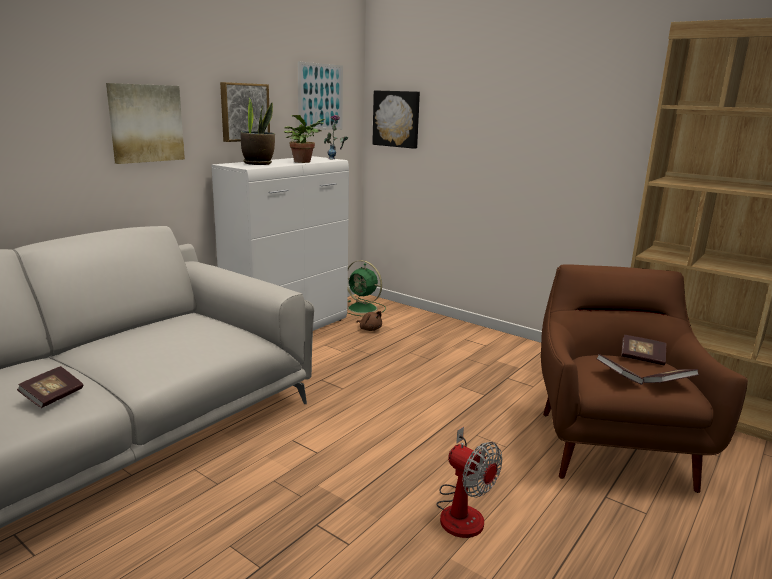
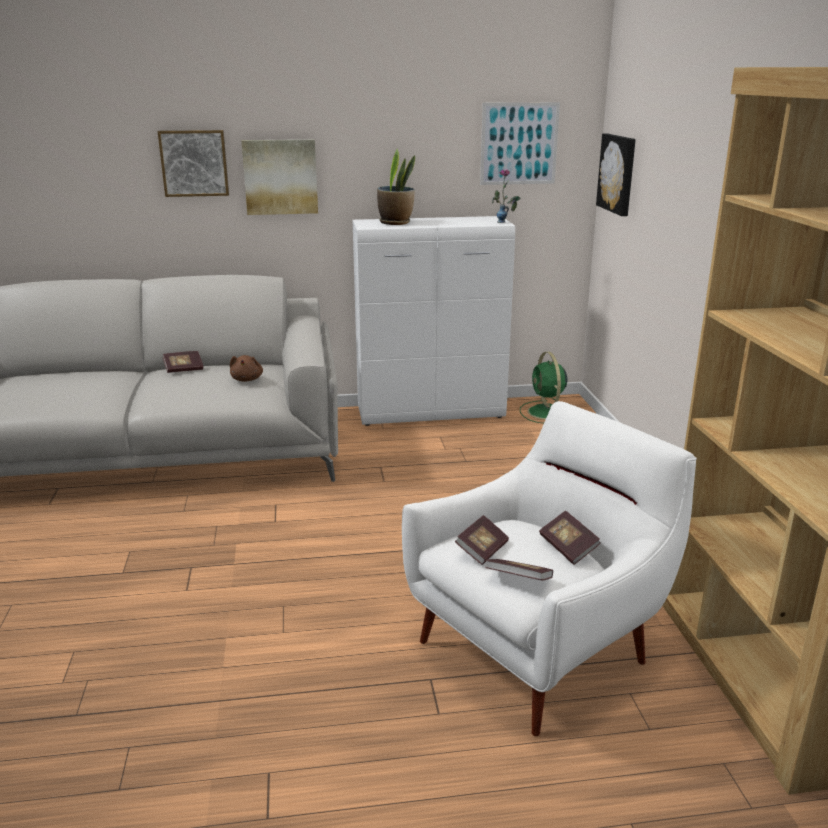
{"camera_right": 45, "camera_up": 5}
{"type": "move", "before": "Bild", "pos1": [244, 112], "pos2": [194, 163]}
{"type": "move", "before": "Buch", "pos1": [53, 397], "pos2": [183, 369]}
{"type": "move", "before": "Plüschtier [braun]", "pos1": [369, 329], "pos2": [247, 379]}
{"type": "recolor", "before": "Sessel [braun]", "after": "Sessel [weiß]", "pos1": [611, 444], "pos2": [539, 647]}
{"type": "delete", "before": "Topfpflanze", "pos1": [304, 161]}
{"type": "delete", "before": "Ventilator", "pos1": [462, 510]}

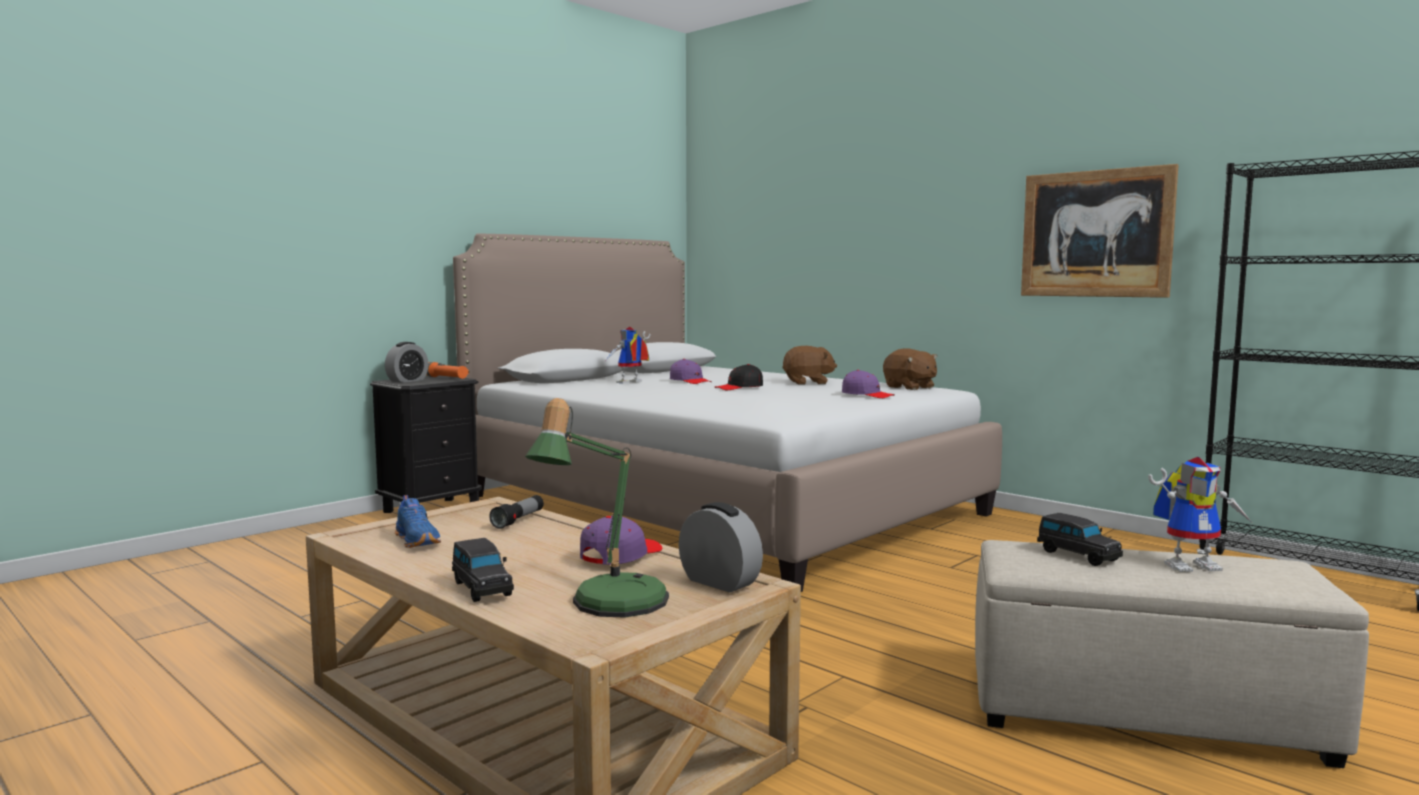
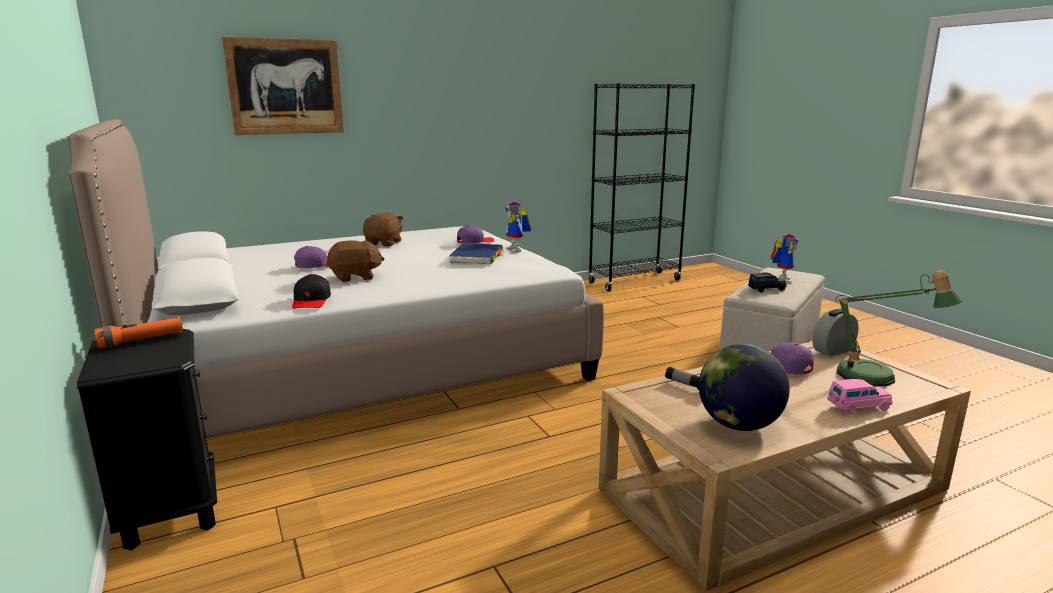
{"camera_right": -70, "camera_up": 10}
{"type": "move", "before": "Bild", "pos1": [1095, 234], "pos2": [285, 87]}
{"type": "move", "before": "Kappe [schwarz]", "pos1": [739, 388], "pos2": [311, 301]}
{"type": "move", "before": "Plüschtier [braun]", "pos1": [909, 387], "pos2": [355, 277]}
{"type": "insert", "after": "Buch [blau]", "pos2": [477, 257]}
{"type": "move", "before": "Spielzeugroboter", "pos1": [629, 383], "pos2": [517, 250]}
{"type": "replace", "before": "Schuh [blau]", "after": "Globus", "pos1": [418, 541], "pos2": [738, 425]}
{"type": "recolor", "before": "Spielzeugauto [schwarz]", "after": "Spielzeugauto [rosa]", "pos1": [482, 588], "pos2": [857, 407]}
{"type": "delete", "before": "Wecker", "pos1": [407, 380]}

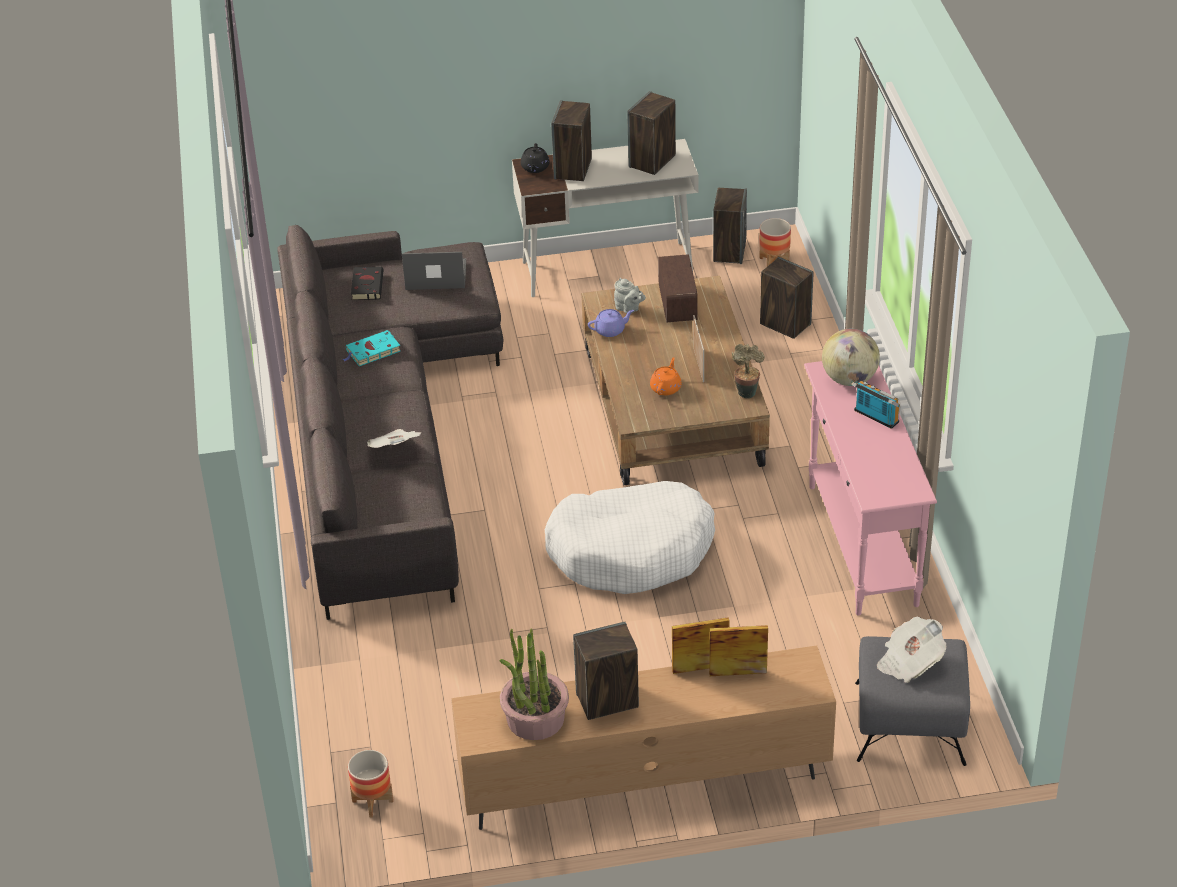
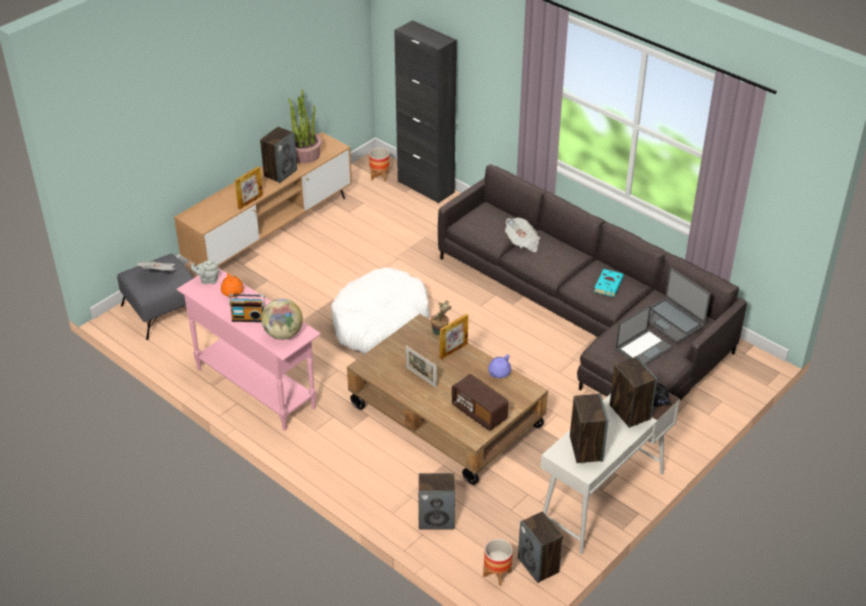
{"camera_right": 140, "camera_up": 0}
{"type": "move", "before": "Teekanne [grau]", "pos1": [628, 309], "pos2": [208, 280]}
{"type": "move", "before": "Teekanne [orange]", "pos1": [666, 388], "pos2": [232, 292]}
{"type": "insert", "after": "Schrank [schwarz]", "pos2": [425, 187]}
{"type": "move", "before": "Topfpflanze", "pos1": [746, 391], "pos2": [440, 333]}
{"type": "move", "before": "Bilderrahmen", "pos1": [738, 673], "pos2": [453, 350]}
{"type": "replace", "before": "Buch [schwarz]", "after": "Laptop", "pos1": [367, 285], "pos2": [671, 321]}

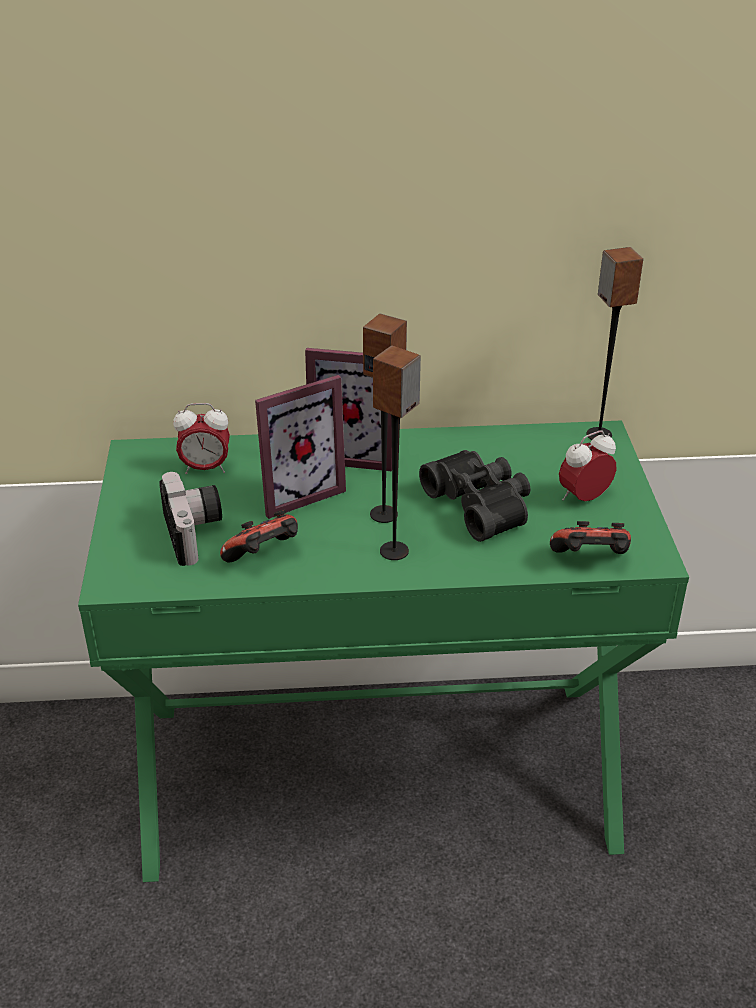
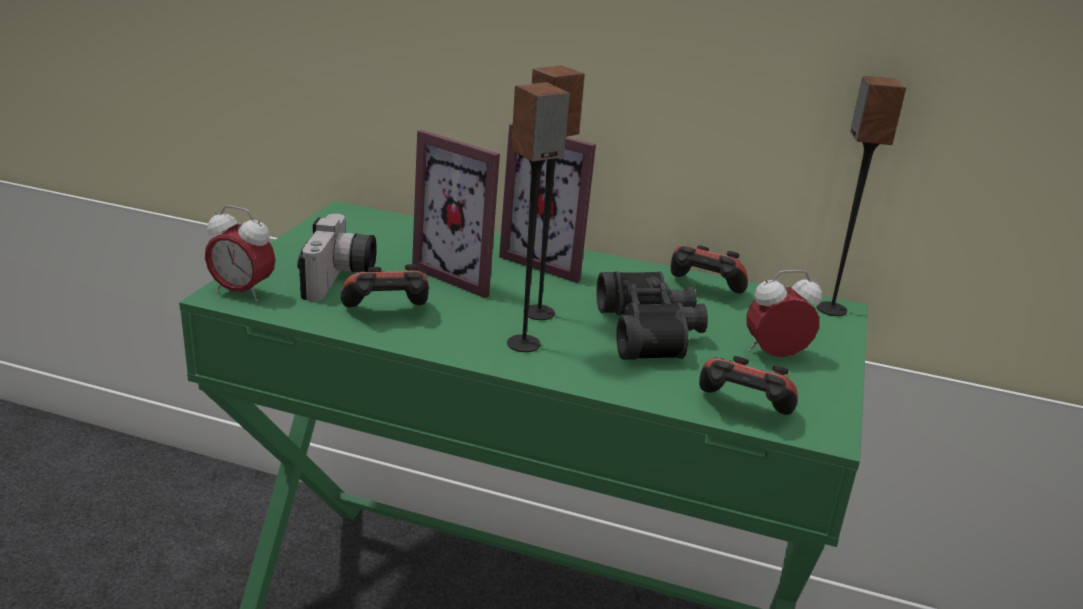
{"camera_right": 20, "camera_up": -10}
{"type": "move", "before": "Wecker", "pos1": [205, 468], "pos2": [242, 292]}
{"type": "rotate", "before": "Bilderrahmen", "pos1": [295, 492], "pos2": [465, 274], "turn": 45}
{"type": "insert", "after": "Gamepad", "pos2": [703, 291]}

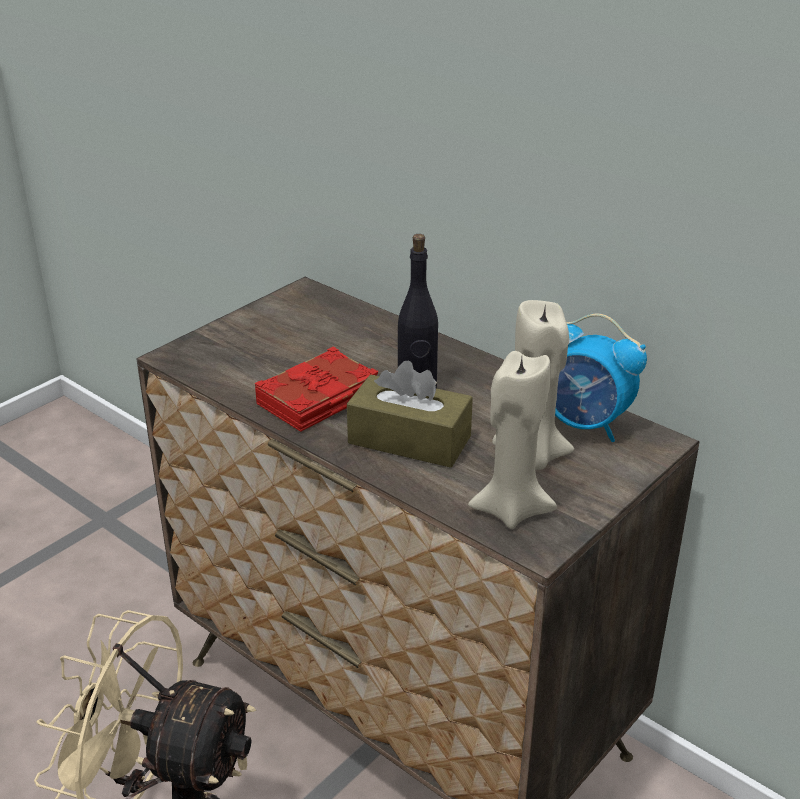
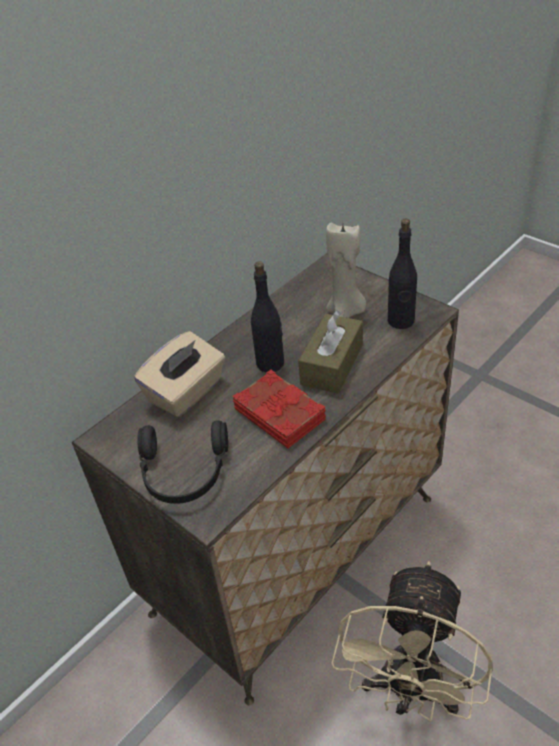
{"camera_right": -85, "camera_up": 10}
{"type": "insert", "after": "Taschentuchbox [beige]", "pos2": [186, 392]}
{"type": "insert", "after": "Kopfhörer [schwarz]", "pos2": [184, 473]}
{"type": "replace", "before": "Kerze [beige]", "after": "Flasche [schwarz]", "pos1": [511, 509], "pos2": [401, 321]}
{"type": "delete", "before": "Wecker", "pos1": [585, 425]}

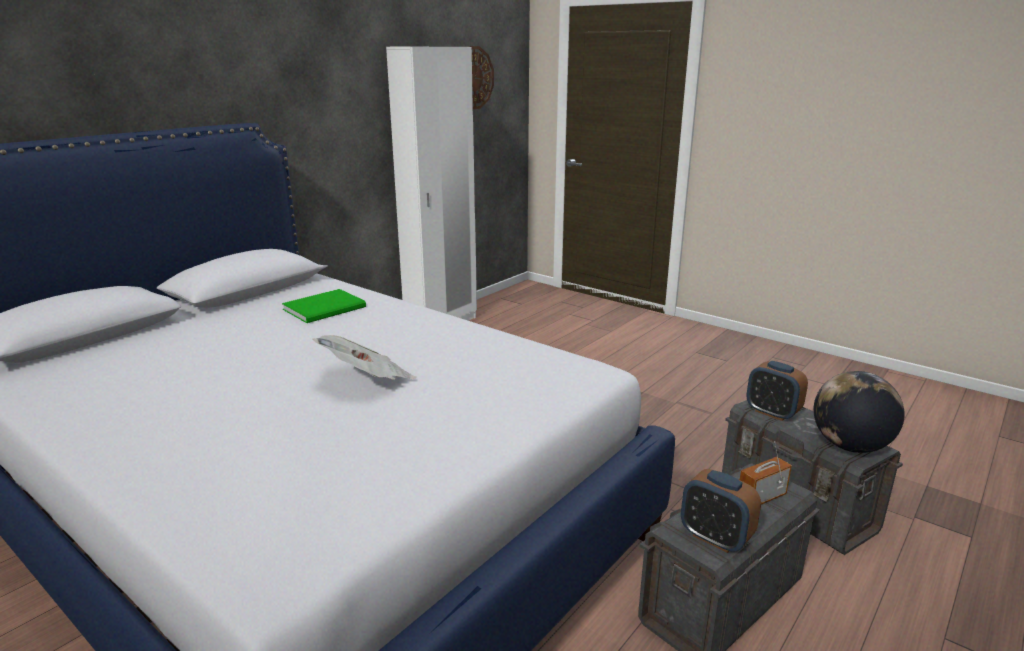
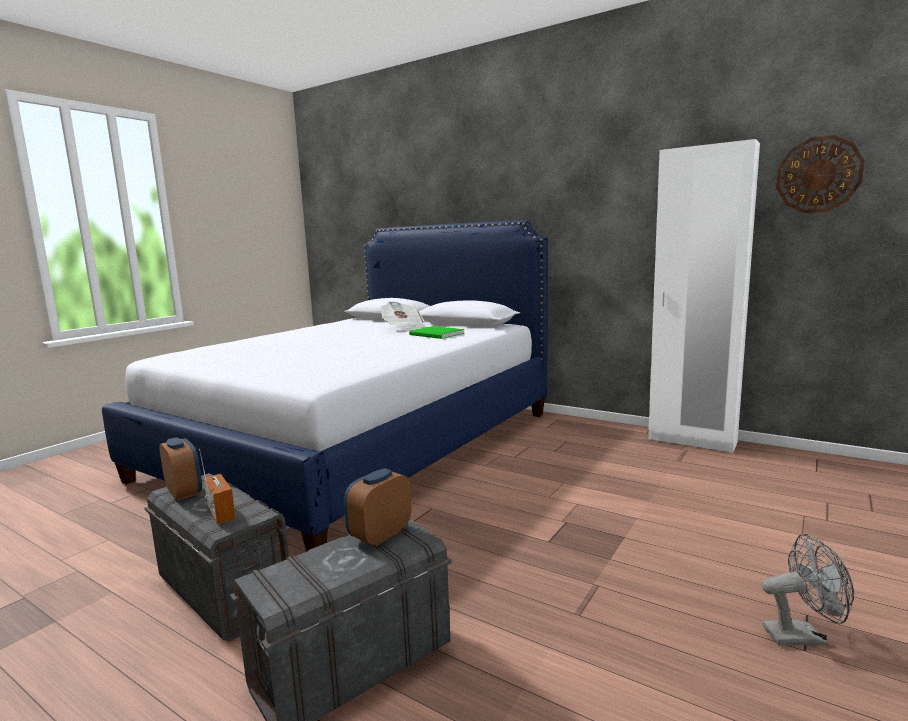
{"camera_right": 85, "camera_up": -10}
{"type": "rotate", "before": "Wecker", "pos1": [715, 538], "pos2": [184, 492], "turn": 105}
{"type": "move", "before": "Zeitung", "pos1": [368, 381], "pos2": [403, 328]}
{"type": "insert", "after": "Ventilator [grau]", "pos2": [802, 635]}
{"type": "delete", "before": "Globus", "pos1": [849, 446]}

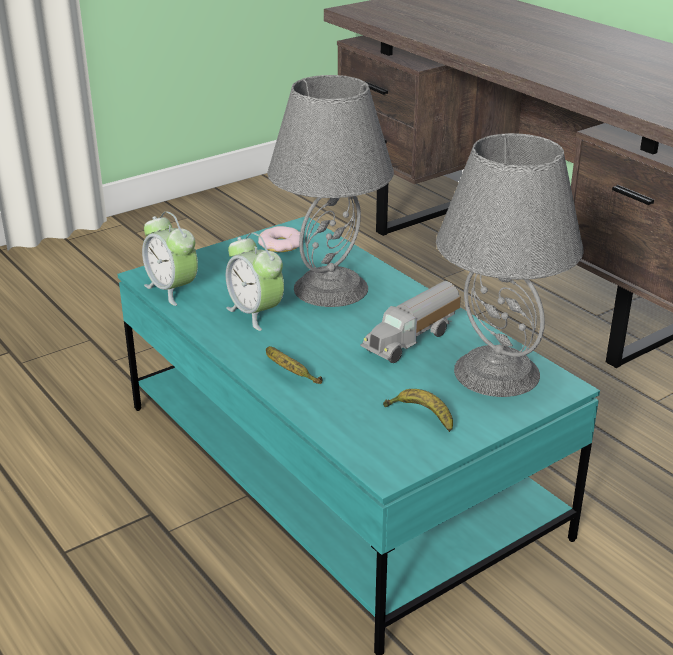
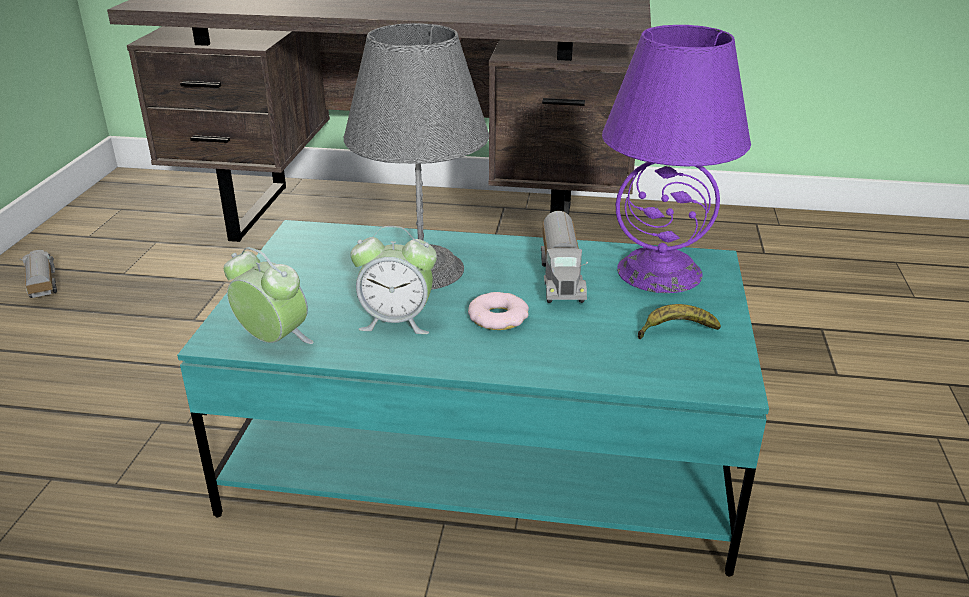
{"camera_right": -45, "camera_up": 0}
{"type": "insert", "after": "Spielzeuglaster", "pos2": [42, 286]}
{"type": "rotate", "before": "Wecker", "pos1": [172, 290], "pos2": [273, 340], "turn": -150}
{"type": "move", "before": "Donut", "pos1": [281, 244], "pos2": [498, 317]}
{"type": "recolor", "before": "Tischlampe [grau]", "after": "Tischlampe [lila]", "pos1": [495, 372], "pos2": [658, 272]}
{"type": "delete", "before": "Banane", "pos1": [289, 373]}

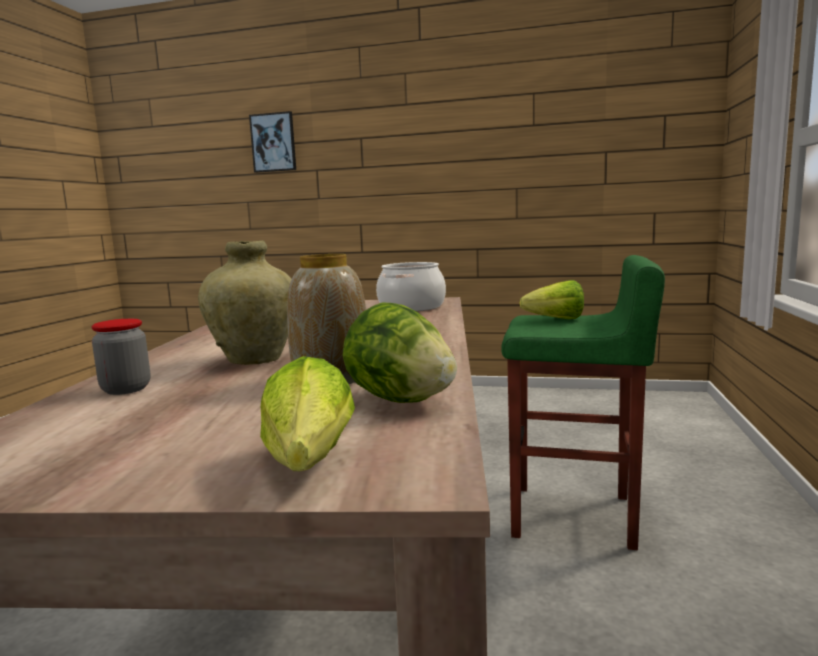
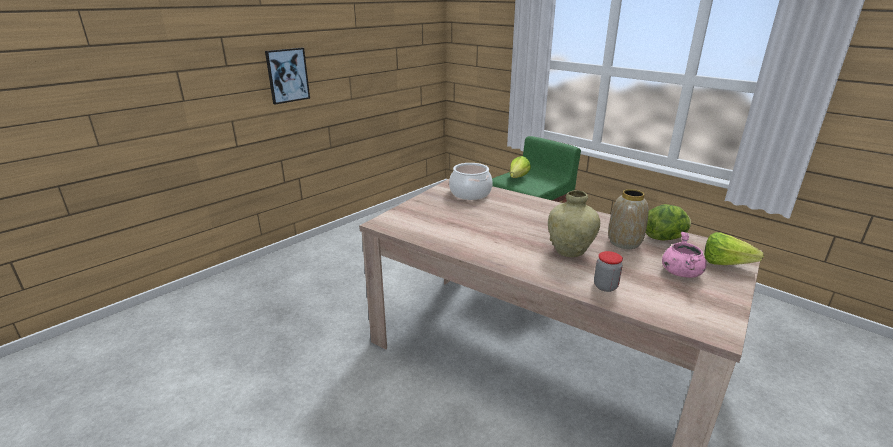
{"camera_right": -60, "camera_up": 15}
{"type": "move", "before": "Bild", "pos1": [273, 142], "pos2": [287, 75]}
{"type": "insert", "after": "Kochtopf [rosa]", "pos2": [680, 272]}

